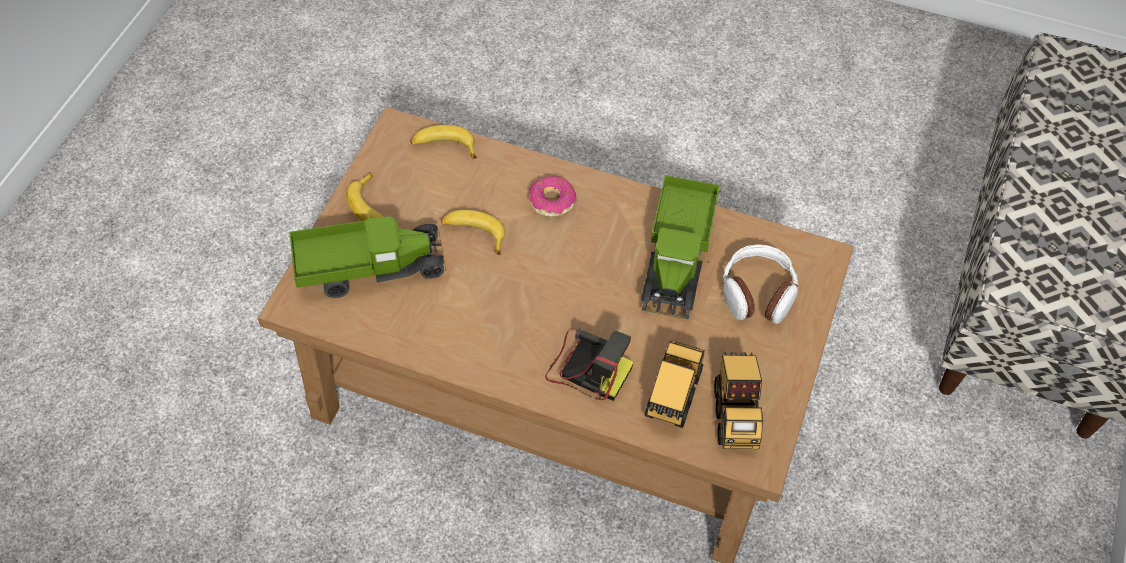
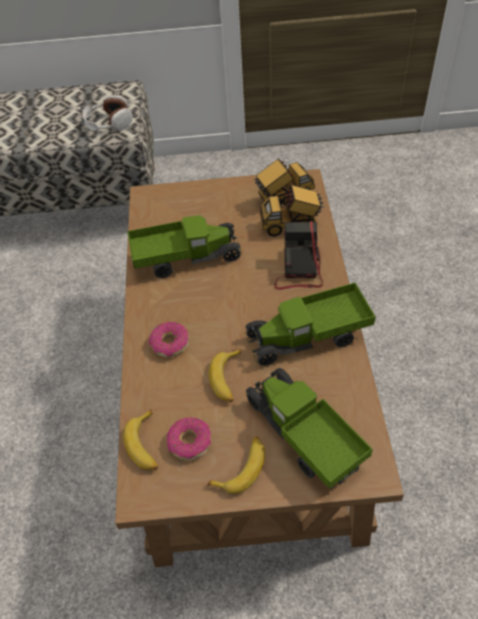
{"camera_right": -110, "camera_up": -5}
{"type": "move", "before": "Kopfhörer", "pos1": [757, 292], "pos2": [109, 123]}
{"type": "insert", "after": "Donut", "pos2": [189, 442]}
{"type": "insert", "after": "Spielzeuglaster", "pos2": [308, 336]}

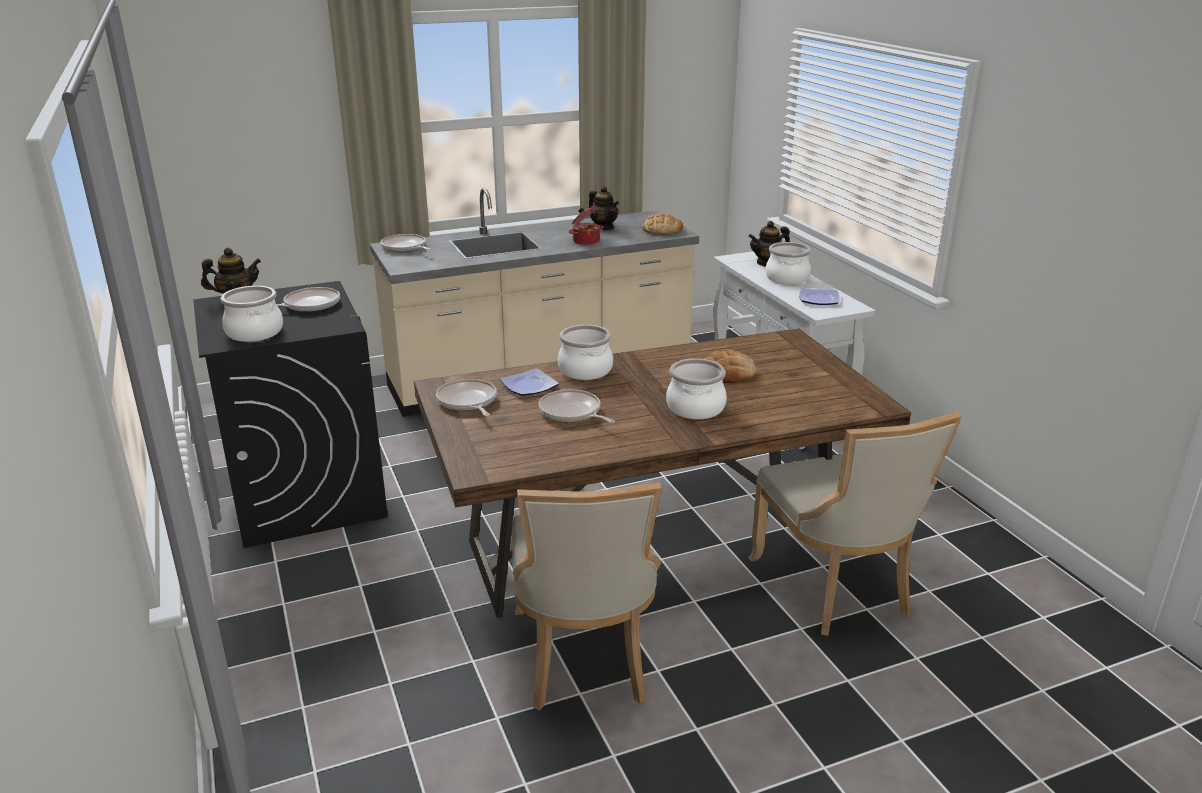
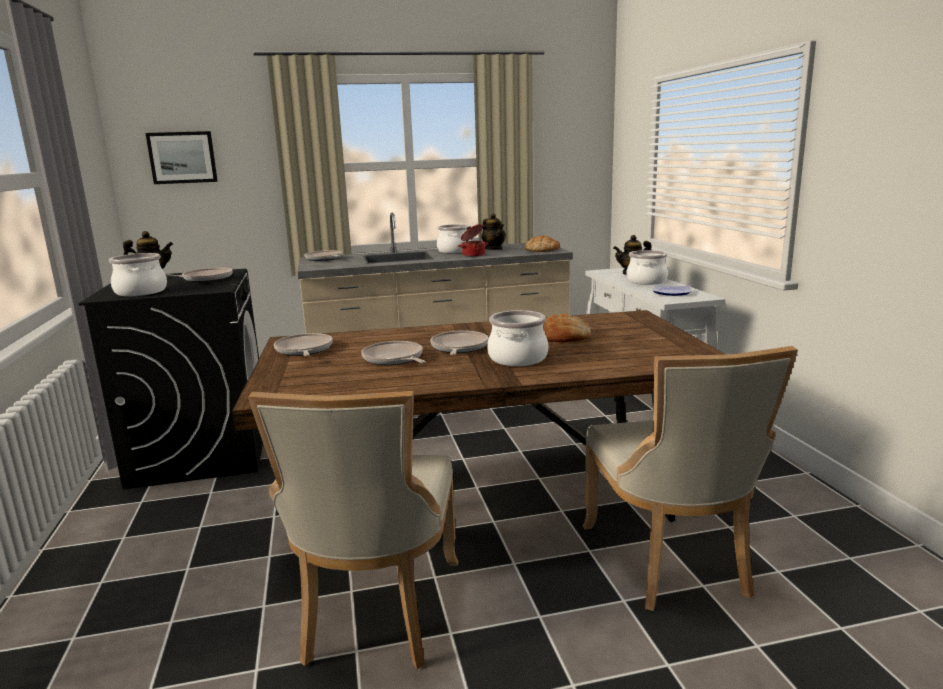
{"camera_right": 10, "camera_up": -10}
{"type": "insert", "after": "Bild", "pos2": [182, 157]}
{"type": "insert", "after": "Pfanne", "pos2": [459, 348]}
{"type": "move", "before": "Kochtopf", "pos1": [584, 370], "pos2": [454, 251]}
{"type": "delete", "before": "Teller", "pos1": [529, 385]}

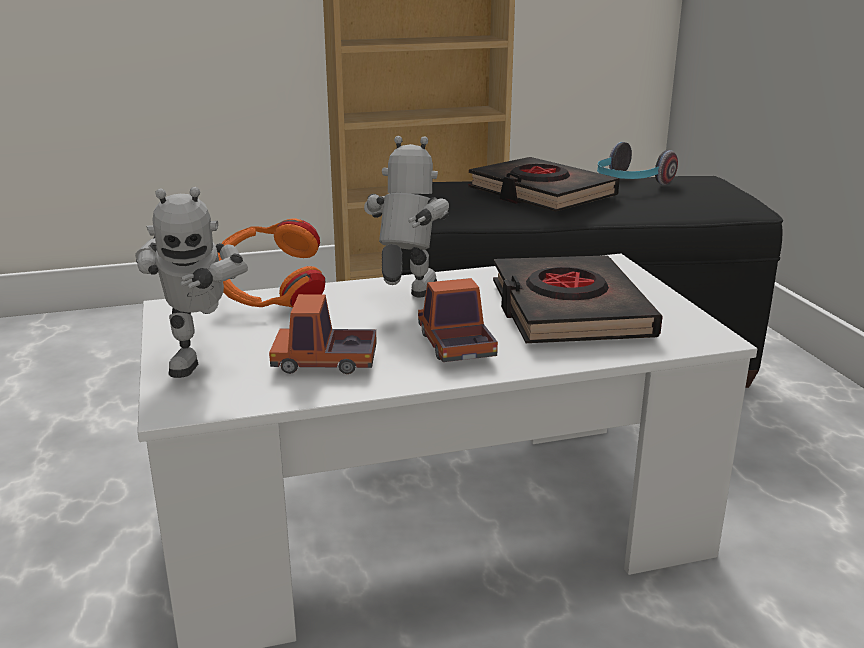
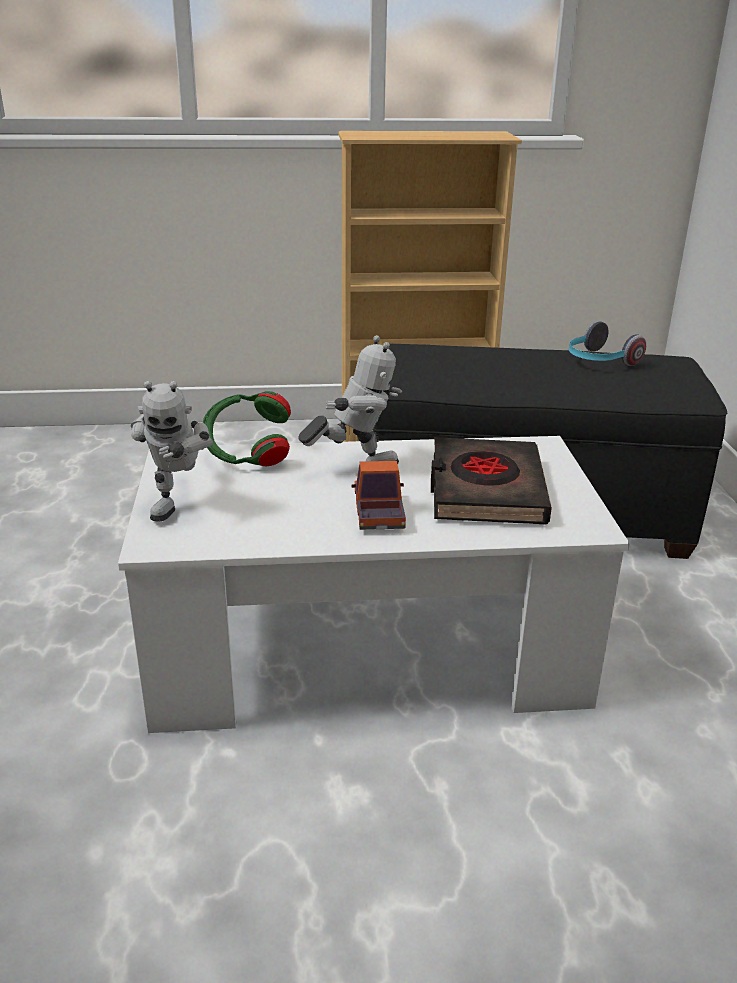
{"camera_right": 10, "camera_up": 5}
{"type": "recolor", "before": "Kopfhörer [orange]", "after": "Kopfhörer [grün]", "pos1": [271, 301], "pos2": [248, 456]}
{"type": "rotate", "before": "Spielzeugroboter", "pos1": [406, 301], "pos2": [355, 467], "turn": 45}
{"type": "delete", "before": "Spielzeuglaster", "pos1": [325, 362]}
{"type": "delete", "before": "Buch [schwarz]", "pos1": [541, 193]}

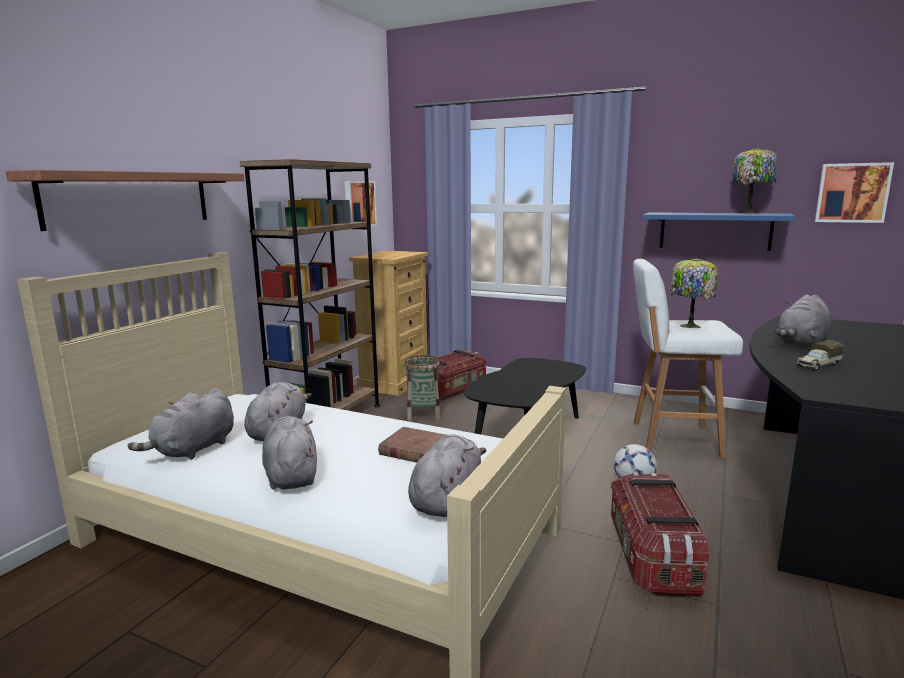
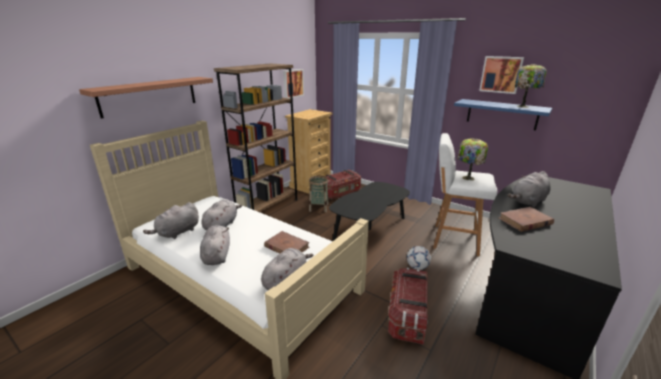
{"camera_right": 10, "camera_up": 10}
{"type": "move", "before": "Bild", "pos1": [852, 193], "pos2": [501, 74]}
{"type": "replace", "before": "Spielzeuglaster", "after": "Buch [braun]", "pos1": [817, 365], "pos2": [525, 221]}

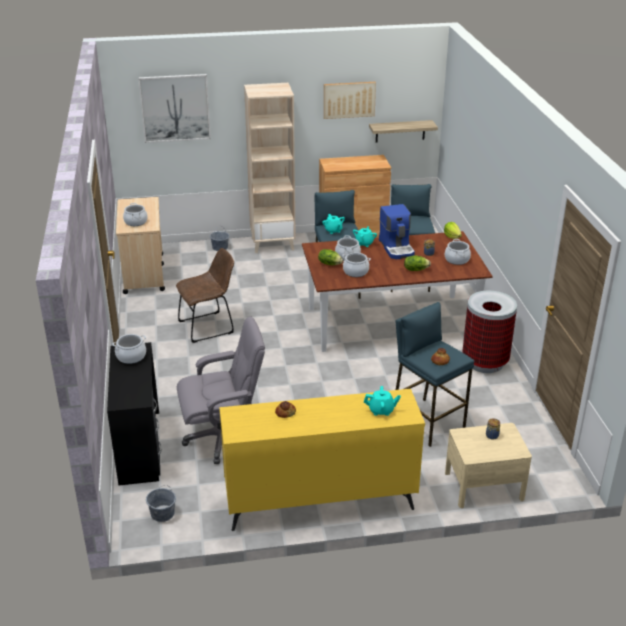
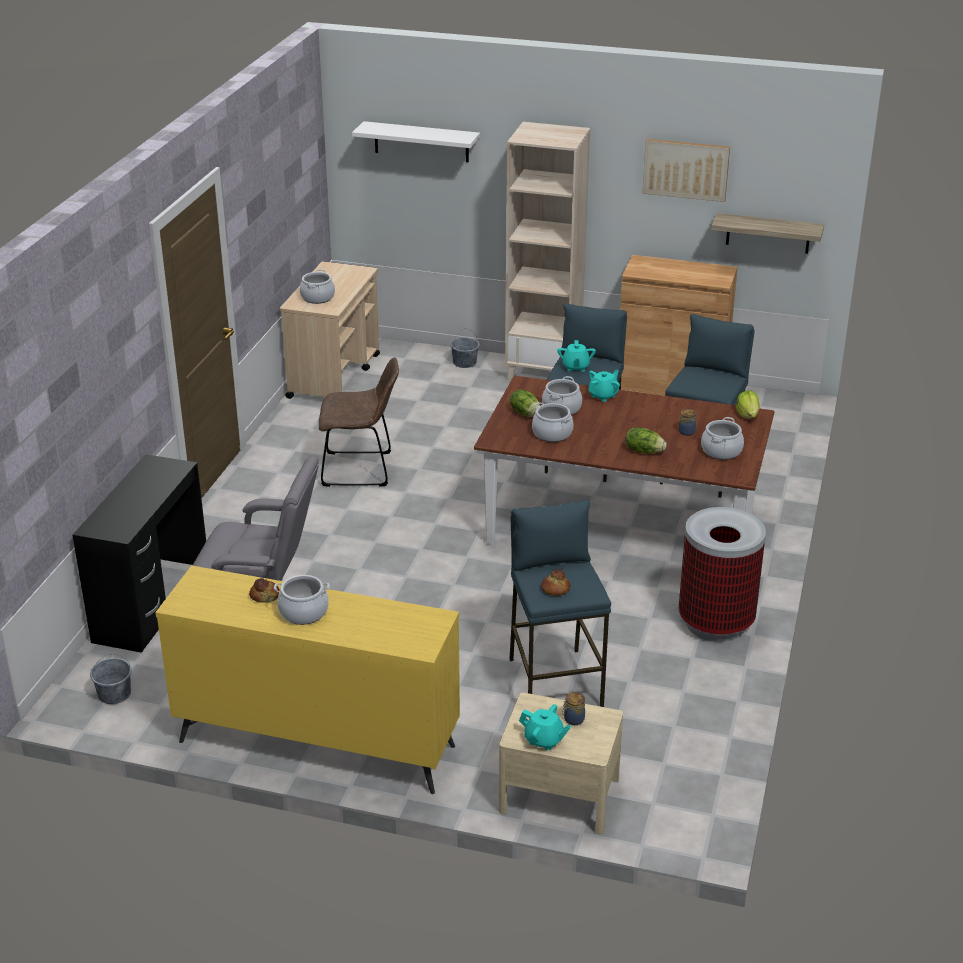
{"camera_right": 25, "camera_up": 0}
{"type": "move", "before": "Kochtopf", "pos1": [131, 356], "pos2": [303, 612]}
{"type": "replace", "before": "Bild", "after": "Wandregal [weiß]", "pos1": [175, 108], "pos2": [421, 142]}
{"type": "move", "before": "Teekanne [türkis]", "pos1": [381, 410], "pos2": [544, 740]}
{"type": "delete", "before": "Kaffeemaschine", "pos1": [397, 248]}

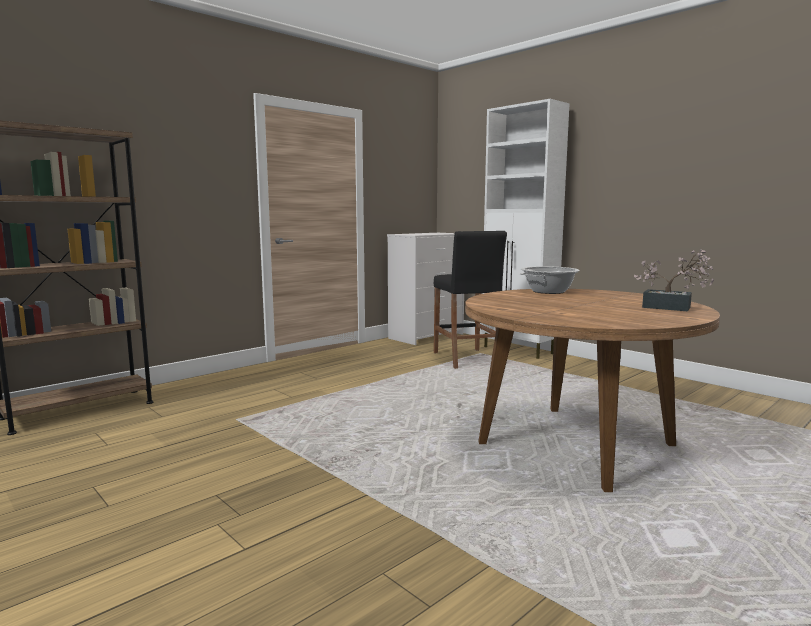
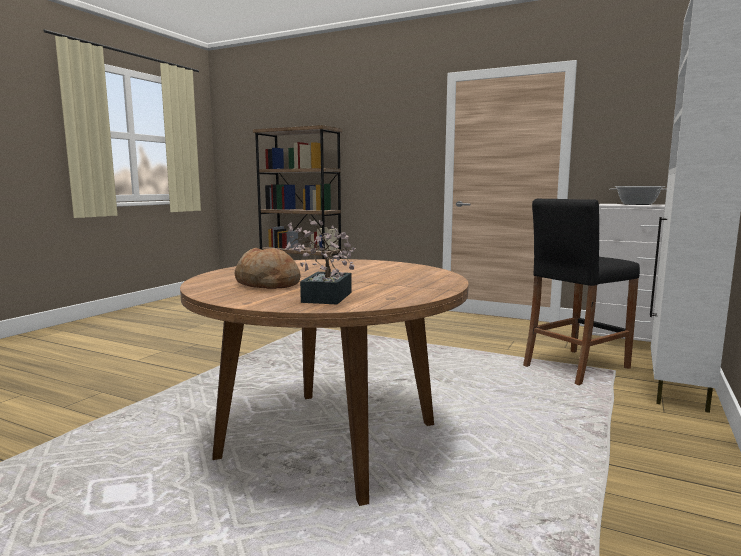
{"camera_right": 70, "camera_up": 0}
{"type": "insert", "after": "Brot", "pos2": [268, 284]}
{"type": "move", "before": "Kochtopf", "pos1": [548, 291], "pos2": [637, 204]}

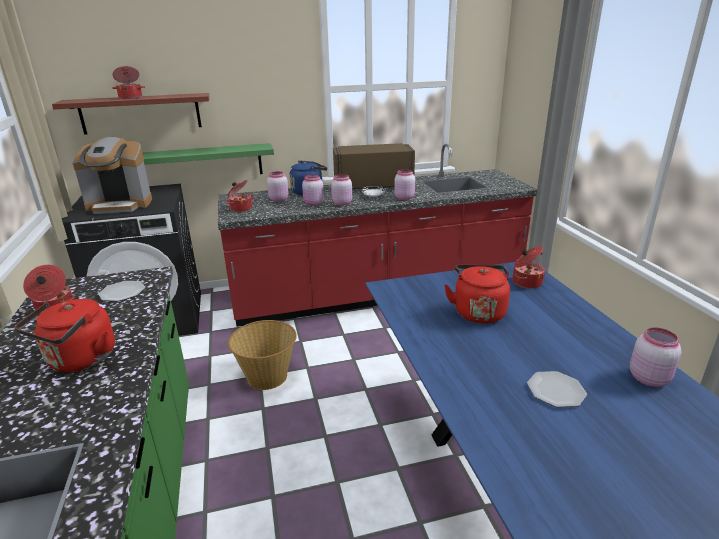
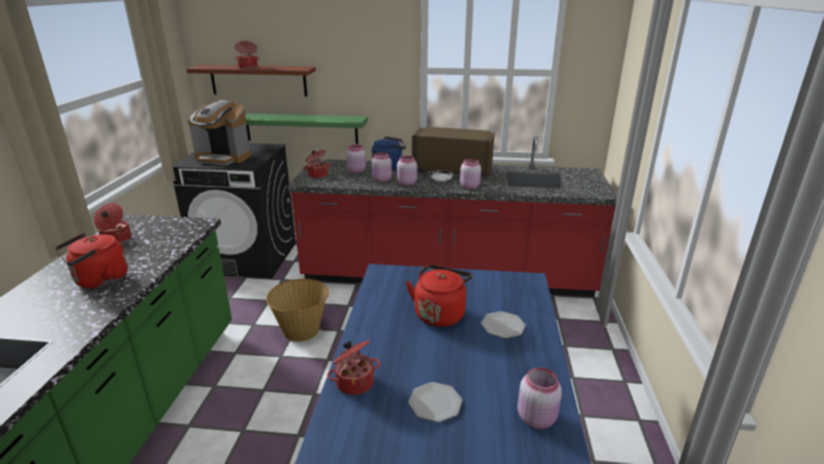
{"camera_right": 20, "camera_up": 0}
{"type": "move", "before": "Kochtopf", "pos1": [526, 282], "pos2": [354, 382]}
{"type": "move", "before": "Teller", "pos1": [122, 293], "pos2": [503, 326]}

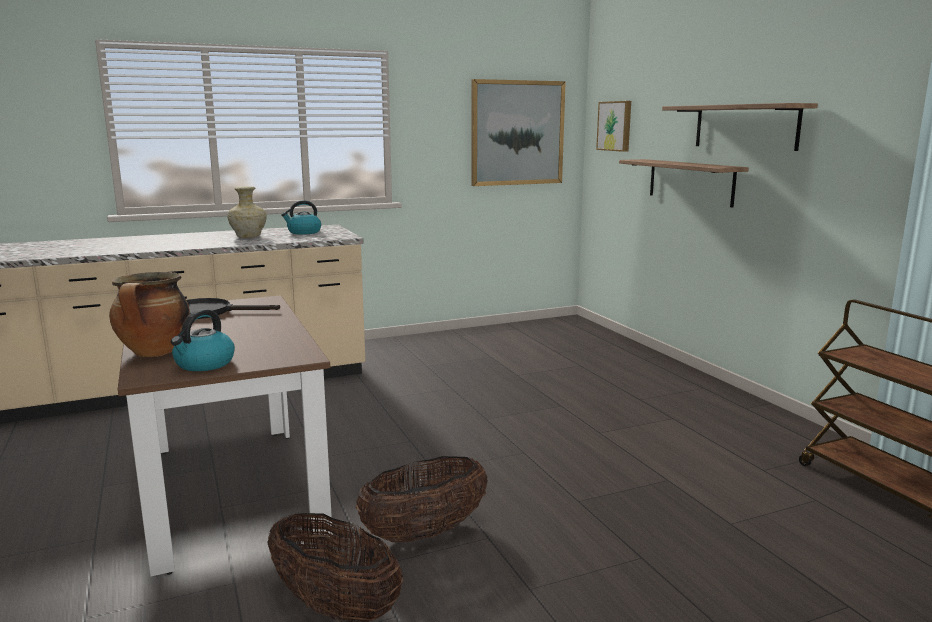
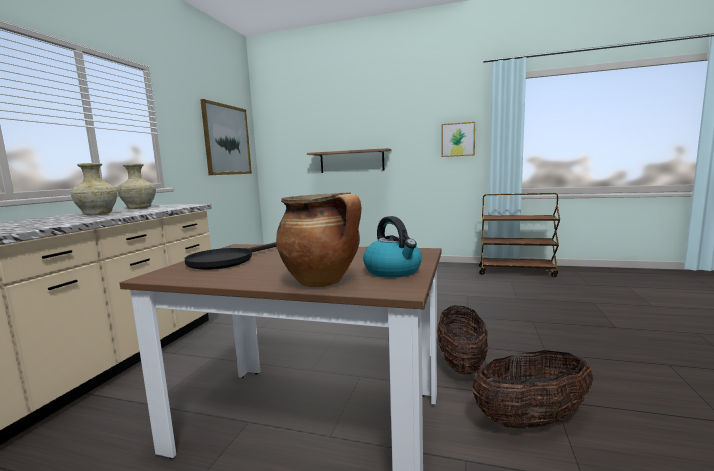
{"camera_right": -50, "camera_up": -5}
{"type": "replace", "before": "Wasserkessel", "after": "Vase [beige]", "pos1": [303, 232], "pos2": [140, 208]}
{"type": "move", "before": "Bild", "pos1": [615, 126], "pos2": [458, 139]}
{"type": "delete", "before": "Wandregal", "pos1": [745, 126]}

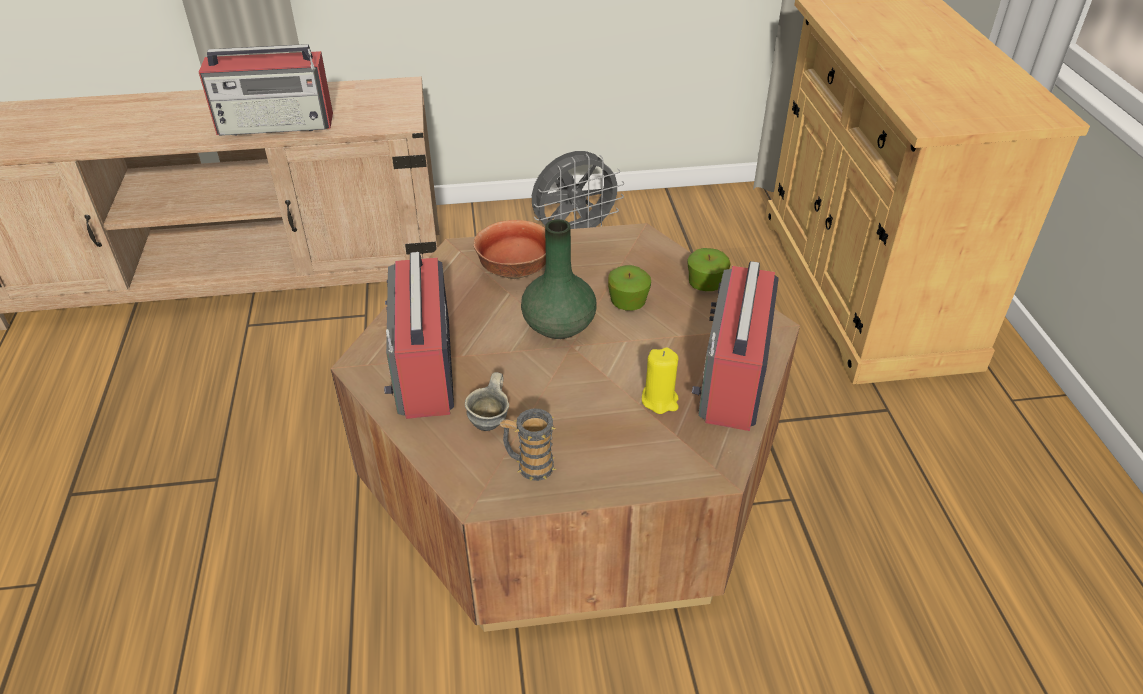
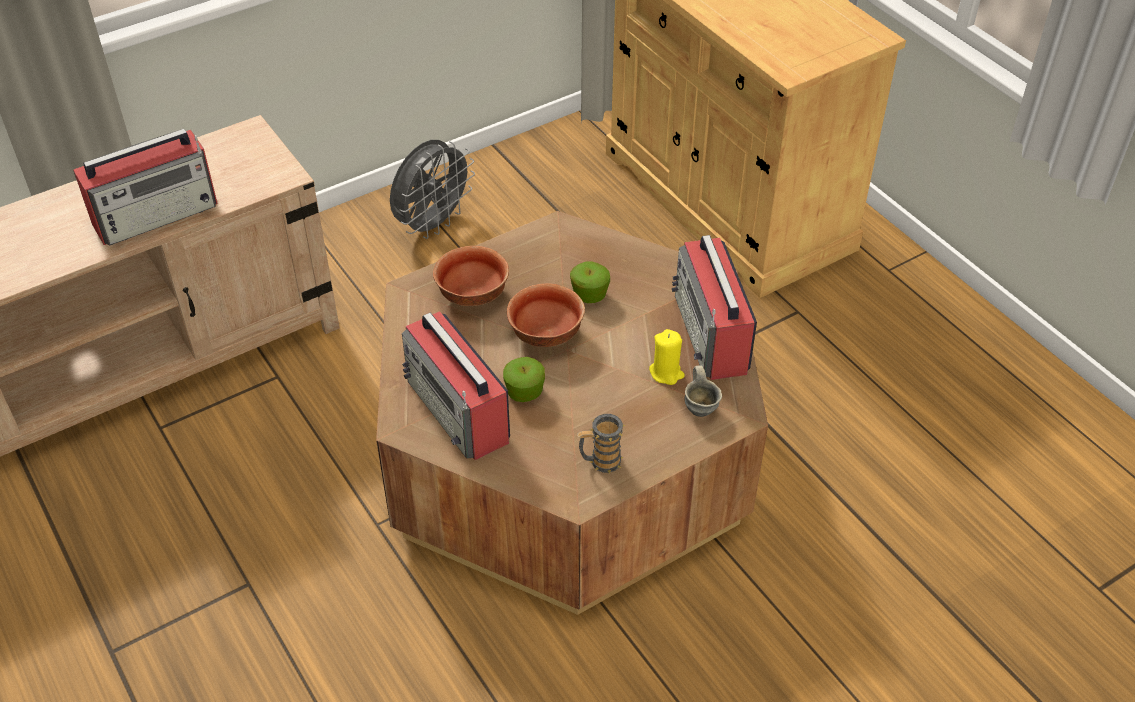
{"camera_right": -25, "camera_up": 5}
{"type": "move", "before": "Apfel", "pos1": [705, 285], "pos2": [524, 392]}
{"type": "replace", "before": "Vase [grün]", "after": "Schüssel", "pos1": [559, 326], "pos2": [546, 336]}
{"type": "move", "before": "Henkelbecher [grau]", "pos1": [492, 422], "pos2": [702, 407]}

